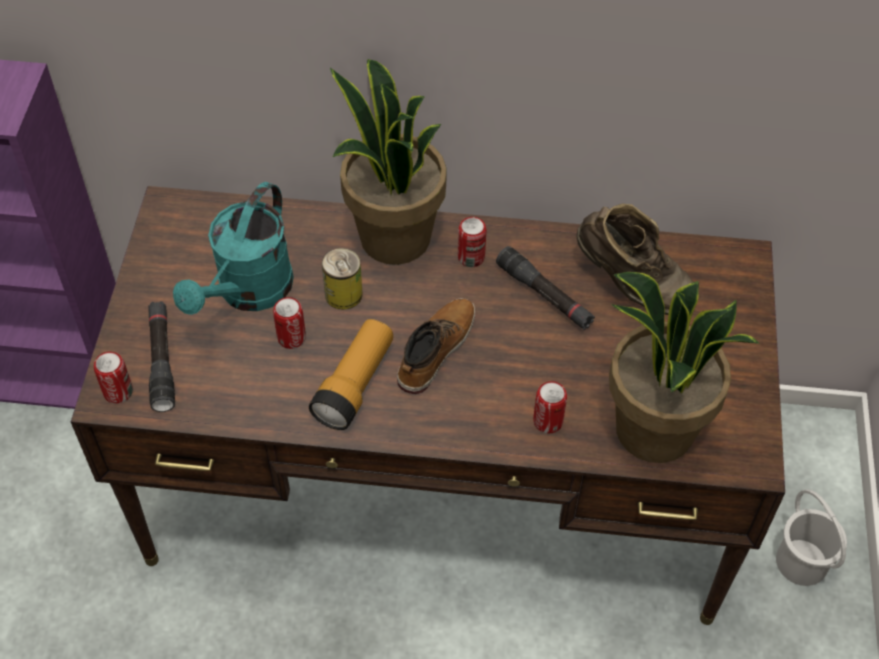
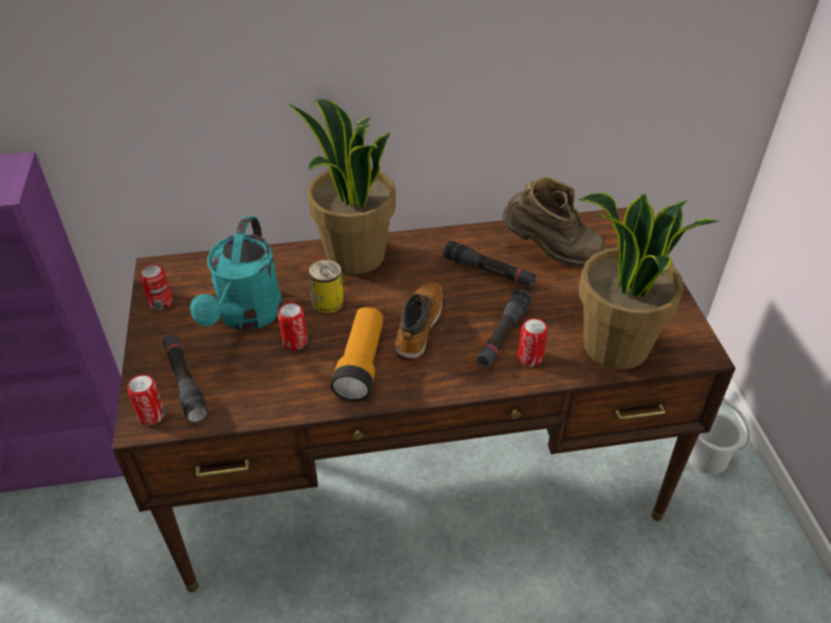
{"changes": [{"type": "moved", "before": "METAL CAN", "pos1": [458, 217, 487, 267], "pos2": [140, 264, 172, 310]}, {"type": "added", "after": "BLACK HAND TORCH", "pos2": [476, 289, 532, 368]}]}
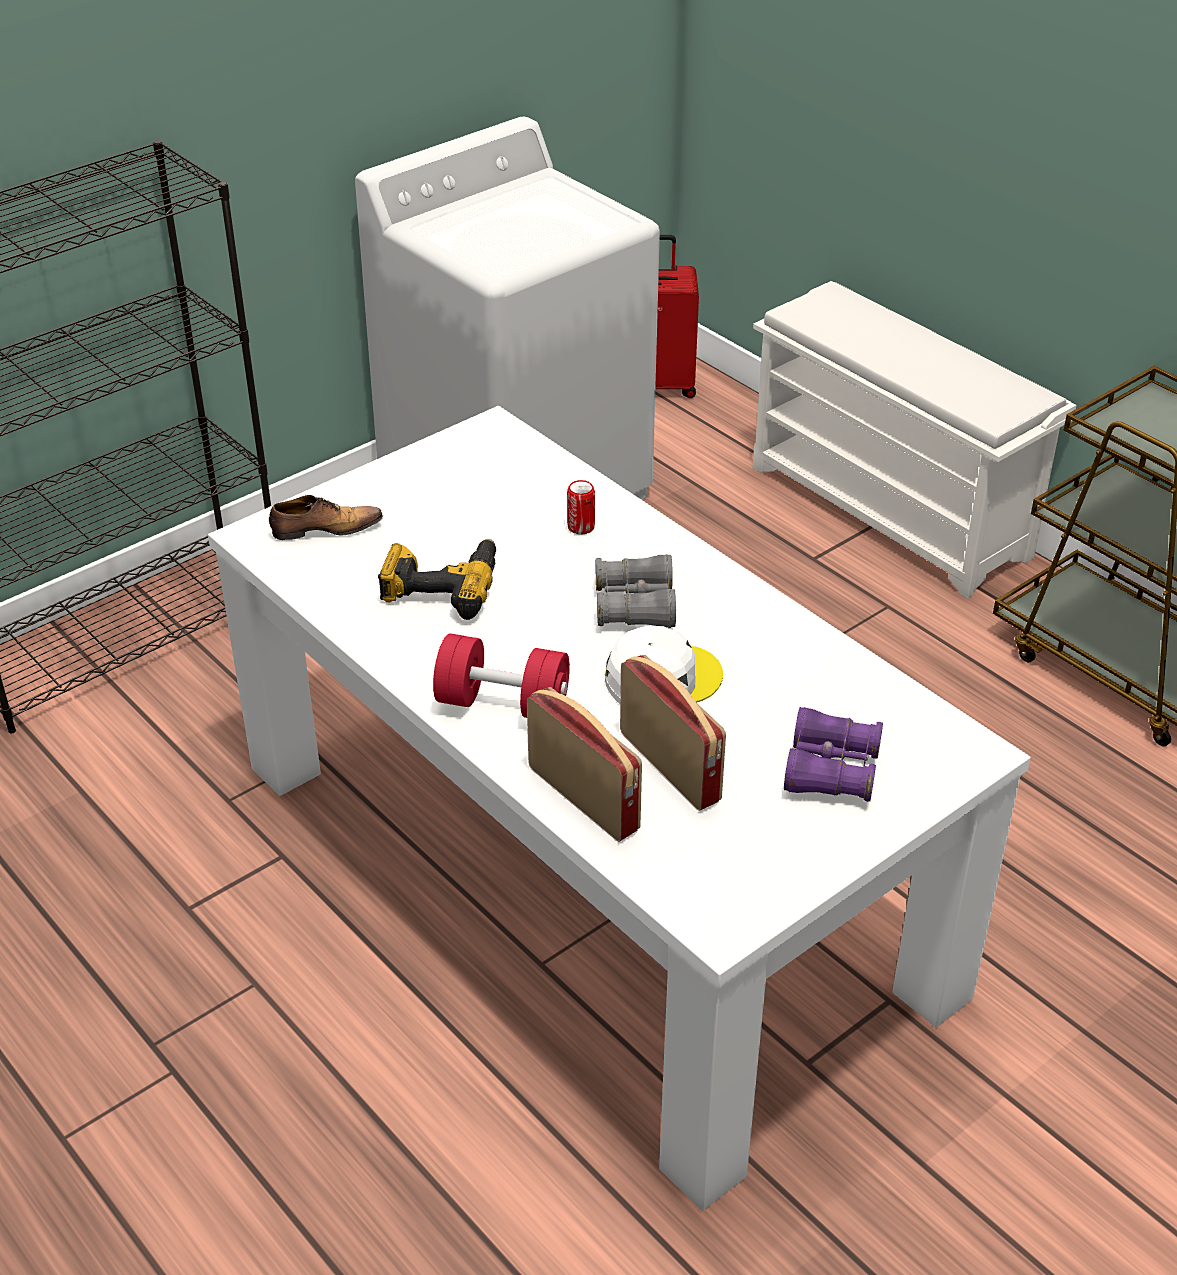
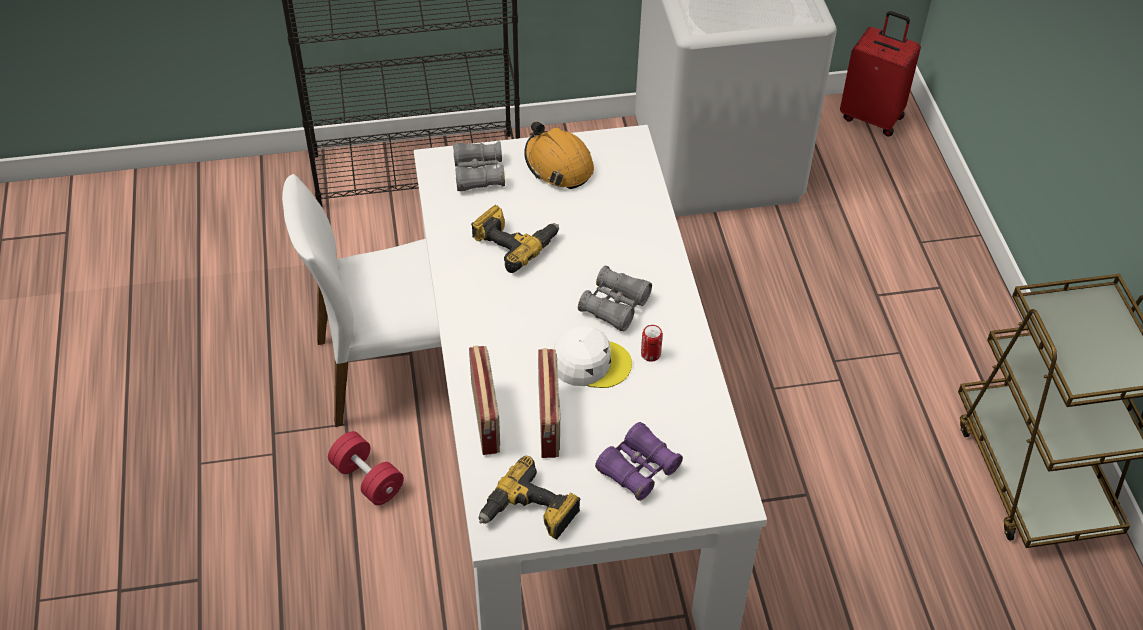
{"changes": [{"type": "removed", "before": "WHITE-COLOURED SHOE STAND", "pos1": [753, 281, 1077, 599]}, {"type": "moved", "before": "METAL CAN", "pos1": [567, 480, 595, 535], "pos2": [641, 325, 663, 362]}, {"type": "replaced", "before": "SHOE", "after": "GREYISH BINOCULARS", "pos1": [269, 495, 383, 540], "pos2": [453, 141, 505, 192]}, {"type": "moved", "before": "REDDISH HAND WEIGHT", "pos1": [433, 633, 570, 718], "pos2": [328, 431, 404, 505]}, {"type": "added", "after": "ORANGEY WORK HELMET", "pos2": [524, 121, 594, 189]}, {"type": "added", "after": "WHITE-COLOURED PLAIN CHAIR", "pos2": [282, 174, 441, 427]}, {"type": "added", "after": "POWER DRILL", "pos2": [479, 456, 580, 540]}]}
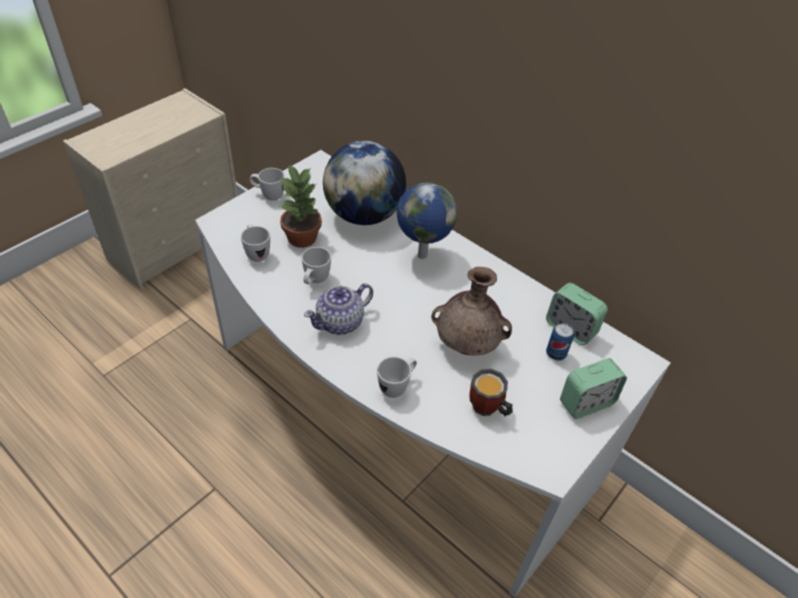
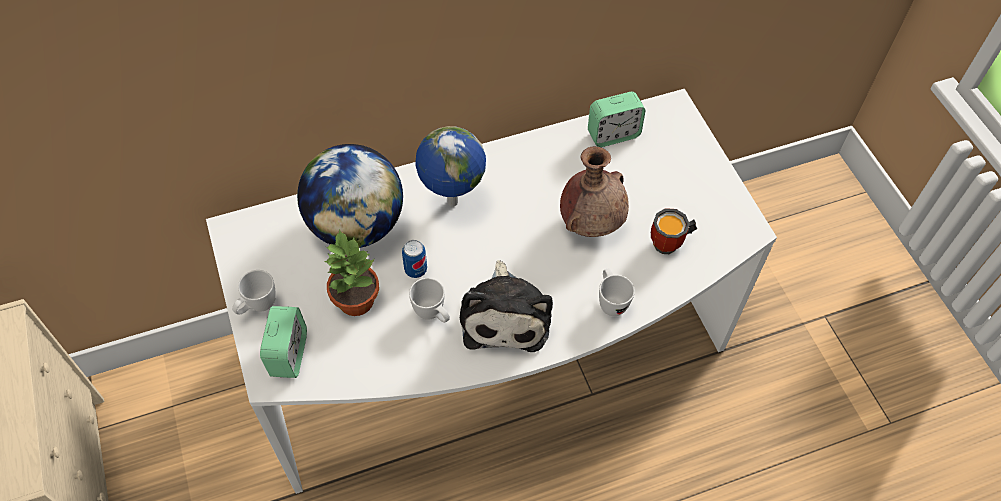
{"changes": [{"type": "removed", "before": "WHITE-COLOURED TEA MUG", "pos1": [241, 224, 270, 262]}, {"type": "replaced", "before": "TEAPOT", "after": "SOFT TOY", "pos1": [304, 283, 373, 335], "pos2": [460, 260, 553, 352]}, {"type": "moved", "before": "METAL CAN", "pos1": [546, 323, 574, 360], "pos2": [402, 240, 427, 278]}, {"type": "moved", "before": "ALARM CLOCK", "pos1": [560, 358, 627, 419], "pos2": [260, 306, 307, 378]}]}
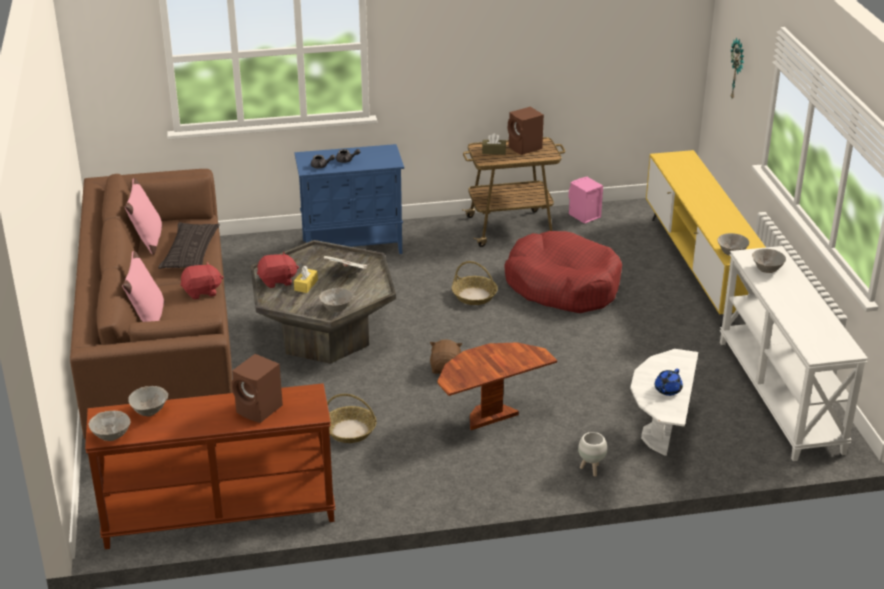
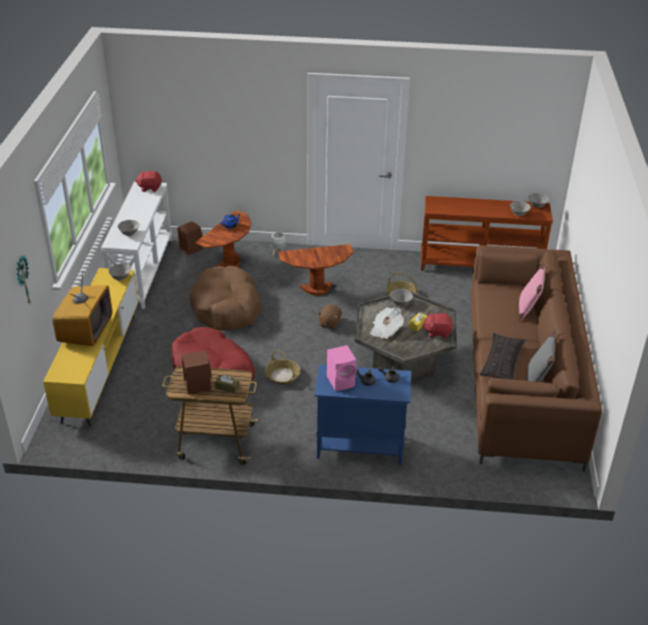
{"changes": [{"type": "moved", "before": "PINK LOUDSPEAKER", "pos1": [568, 177, 603, 224], "pos2": [327, 345, 357, 391]}, {"type": "recoloured", "before": "PINK THROW PILLOW", "after": "GREYISH THROW PILLOW", "pos1": [125, 178, 163, 255], "pos2": [527, 331, 556, 382]}, {"type": "moved", "before": "REDDISH SOFT TOY", "pos1": [181, 262, 223, 299], "pos2": [135, 171, 162, 192]}, {"type": "recoloured", "before": "WHITE-COLOURED SIDE TABLE", "after": "BROWN-COLOURED SIDE TABLE", "pos1": [630, 349, 698, 456], "pos2": [195, 210, 251, 267]}, {"type": "moved", "before": "BROWN-COLOURED LOUDSPEAKER", "pos1": [232, 354, 283, 423], "pos2": [177, 221, 203, 255]}, {"type": "added", "after": "BROWN-COLOURED DOG BED", "pos2": [190, 266, 261, 331]}, {"type": "added", "after": "TV SET", "pos2": [52, 271, 113, 346]}]}
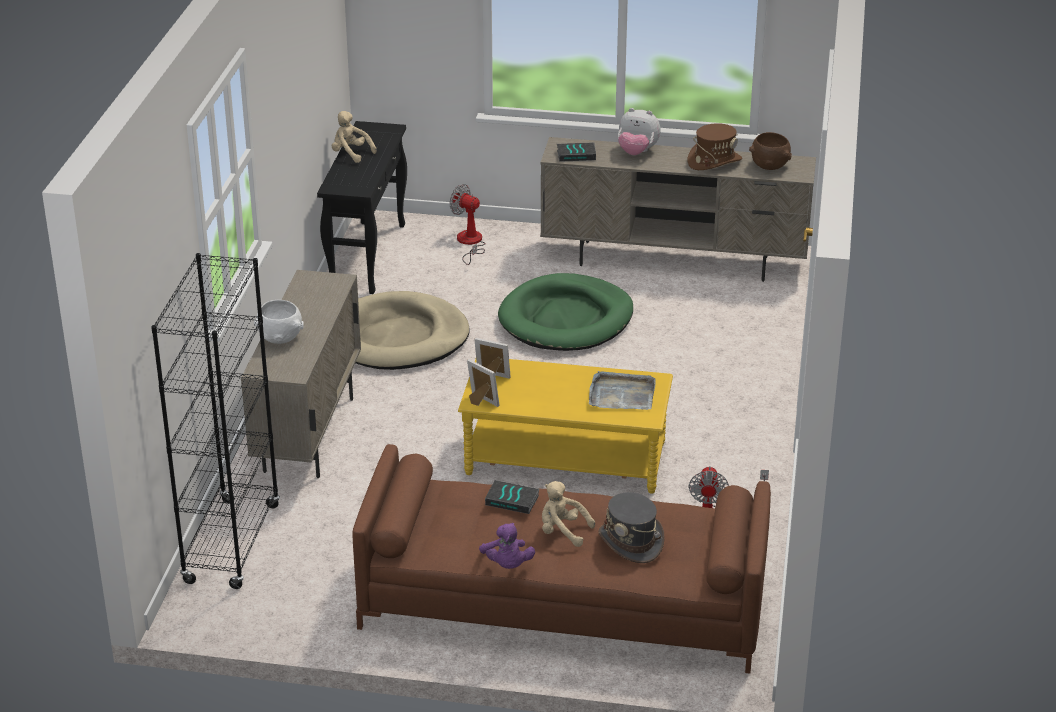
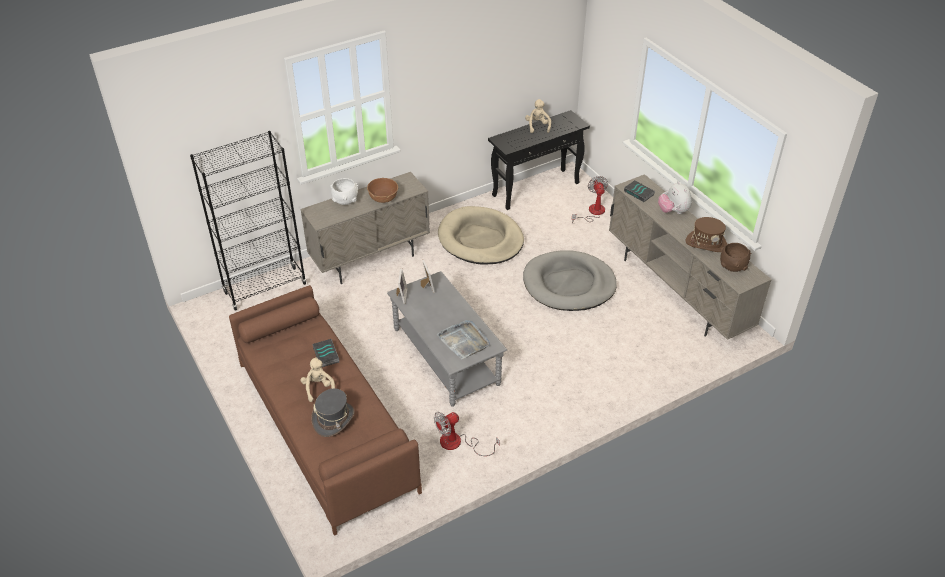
{"changes": [{"type": "recoloured", "before": "GREEN-COLOURED DOG BED", "after": "GREYISH DOG BED", "pos1": [498, 273, 633, 351], "pos2": [523, 250, 617, 311]}, {"type": "recoloured", "before": "YELLOW-COLOURED LOW TABLE", "after": "GREYISH LOW TABLE", "pos1": [458, 359, 673, 494], "pos2": [387, 271, 507, 407]}, {"type": "removed", "before": "PURPLE SOFT TOY", "pos1": [479, 523, 535, 569]}, {"type": "added", "after": "BROWN-COLOURED SERVING BOWL", "pos2": [367, 178, 398, 203]}]}
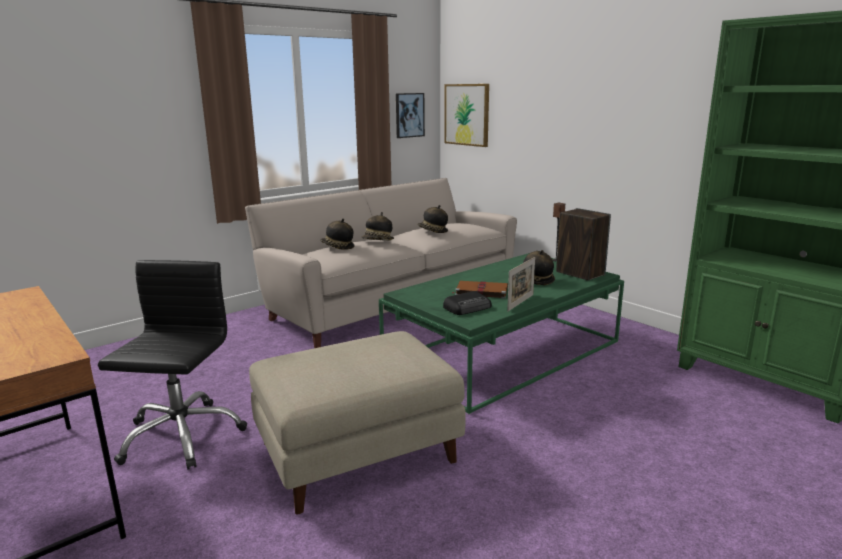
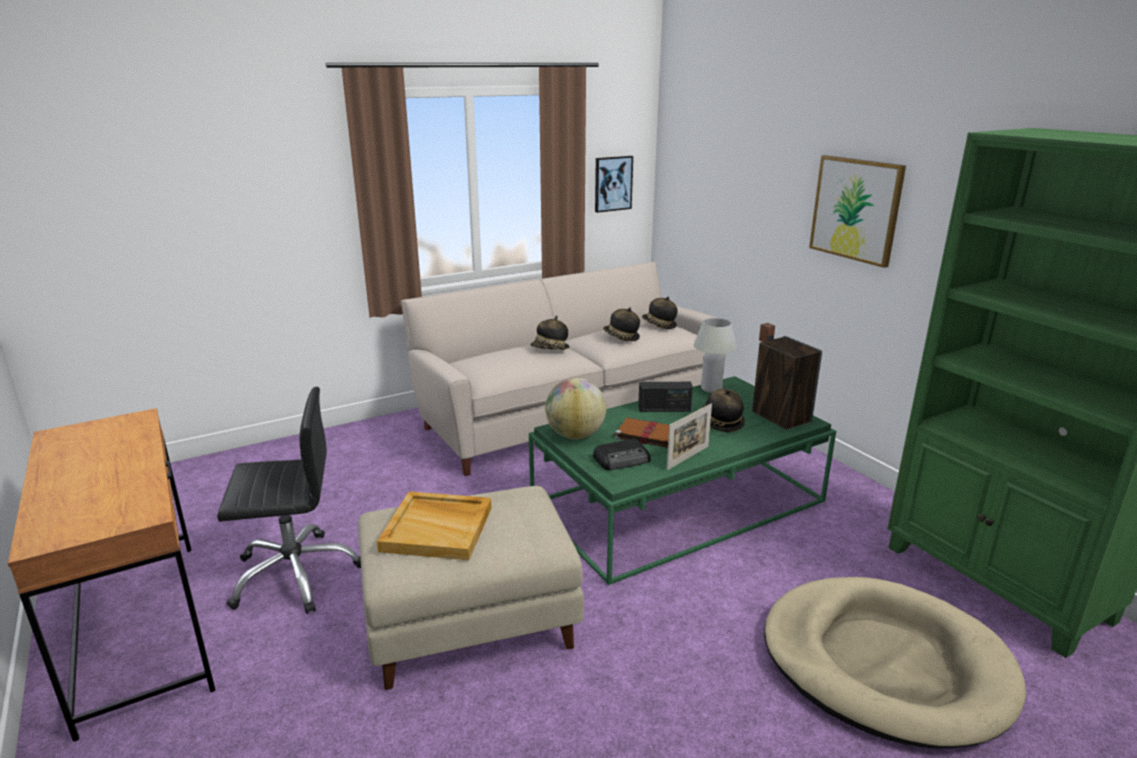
{"changes": [{"type": "moved", "before": "PICTURE", "pos1": [444, 84, 489, 147], "pos2": [809, 155, 906, 268]}, {"type": "moved", "before": "CLOTHING HAT", "pos1": [320, 219, 354, 250], "pos2": [642, 296, 678, 329]}, {"type": "turned", "before": "BLACK COMPUTER CHAIR", "pos1": [98, 260, 247, 470], "pos2": [217, 387, 361, 614], "turn": 60}, {"type": "added", "after": "WHITE-COLOURED TABLE LAMP", "pos2": [694, 318, 737, 393]}, {"type": "added", "after": "DESK GLOBE", "pos2": [545, 378, 606, 439]}, {"type": "added", "after": "RADIO RECEIVER", "pos2": [638, 382, 693, 412]}, {"type": "added", "after": "SAND-COLOURED SERVING TRAY", "pos2": [377, 491, 492, 560]}, {"type": "added", "after": "SAND-COLOURED DOG BED", "pos2": [764, 577, 1026, 748]}]}
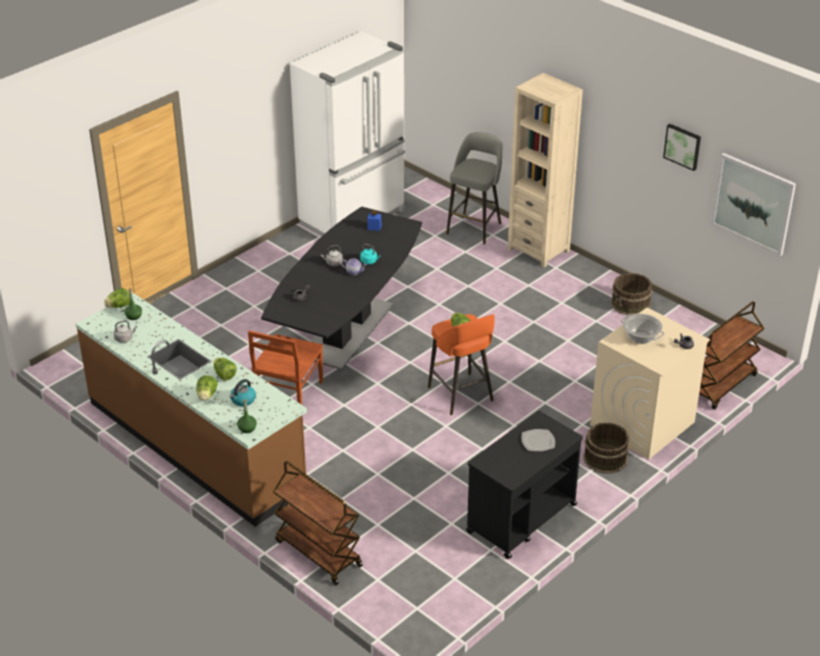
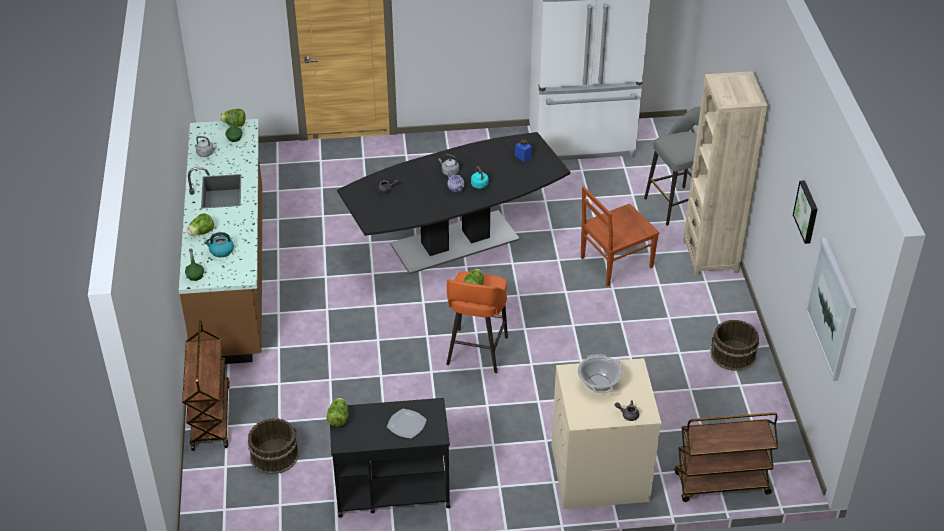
{"changes": [{"type": "moved", "before": "BROWN-COLOURED PLAIN CHAIR", "pos1": [248, 331, 323, 405], "pos2": [581, 186, 659, 286]}, {"type": "moved", "before": "LETTUCE", "pos1": [213, 358, 237, 381], "pos2": [327, 398, 349, 426]}, {"type": "moved", "before": "BROWN-COLOURED PAIL", "pos1": [583, 423, 630, 474], "pos2": [248, 418, 299, 475]}]}
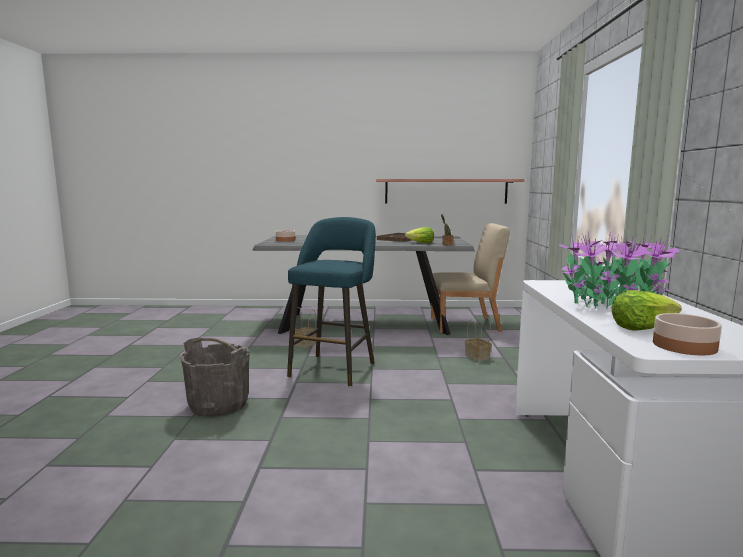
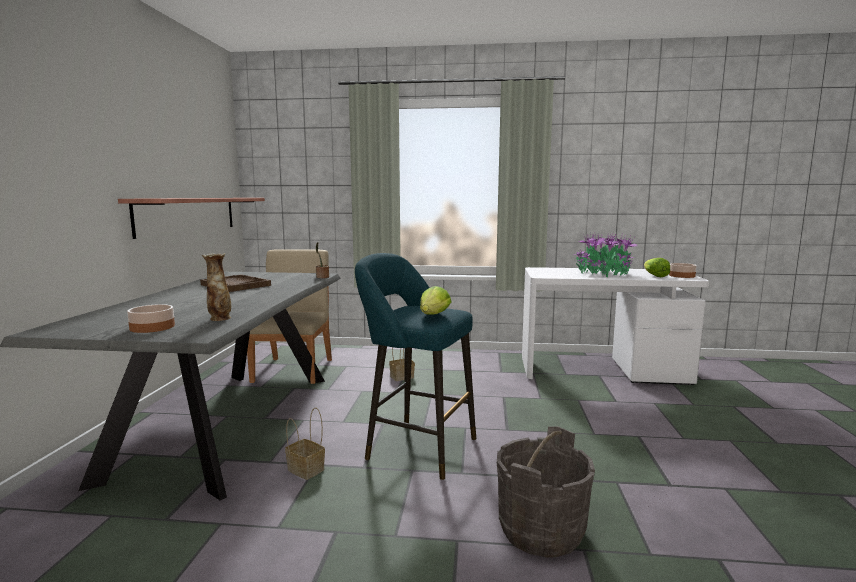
{"changes": [{"type": "moved", "before": "LETTUCE", "pos1": [405, 227, 434, 243], "pos2": [420, 286, 452, 315]}, {"type": "added", "after": "VASE", "pos2": [202, 253, 231, 321]}]}
